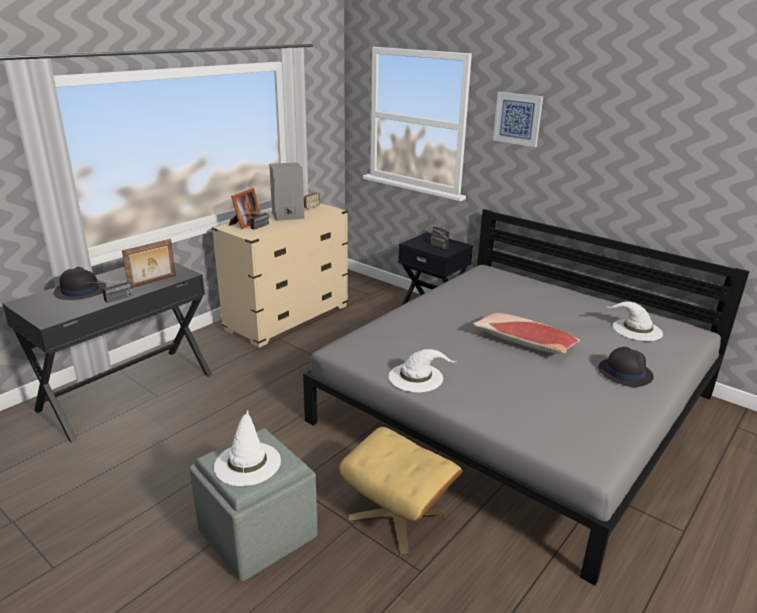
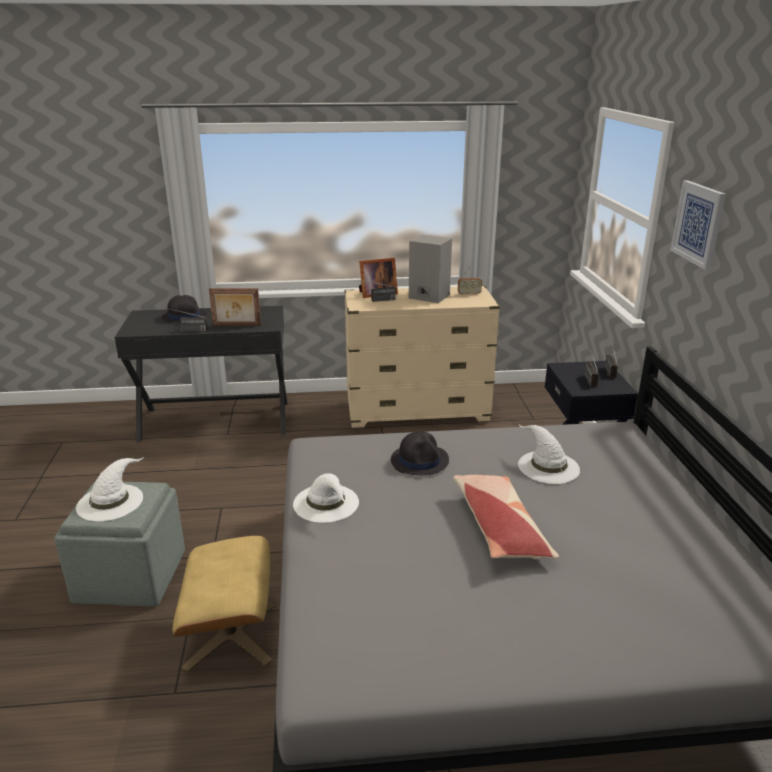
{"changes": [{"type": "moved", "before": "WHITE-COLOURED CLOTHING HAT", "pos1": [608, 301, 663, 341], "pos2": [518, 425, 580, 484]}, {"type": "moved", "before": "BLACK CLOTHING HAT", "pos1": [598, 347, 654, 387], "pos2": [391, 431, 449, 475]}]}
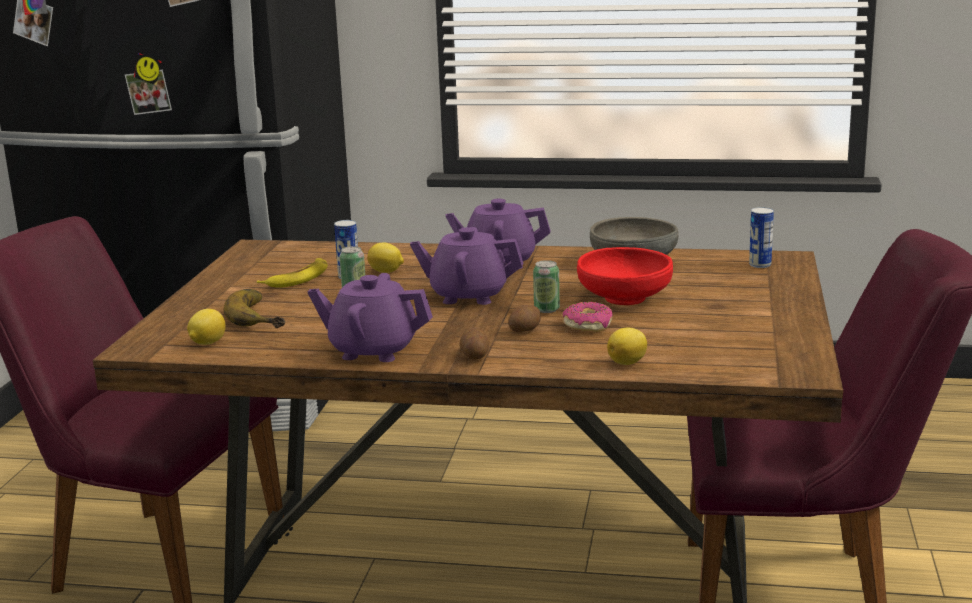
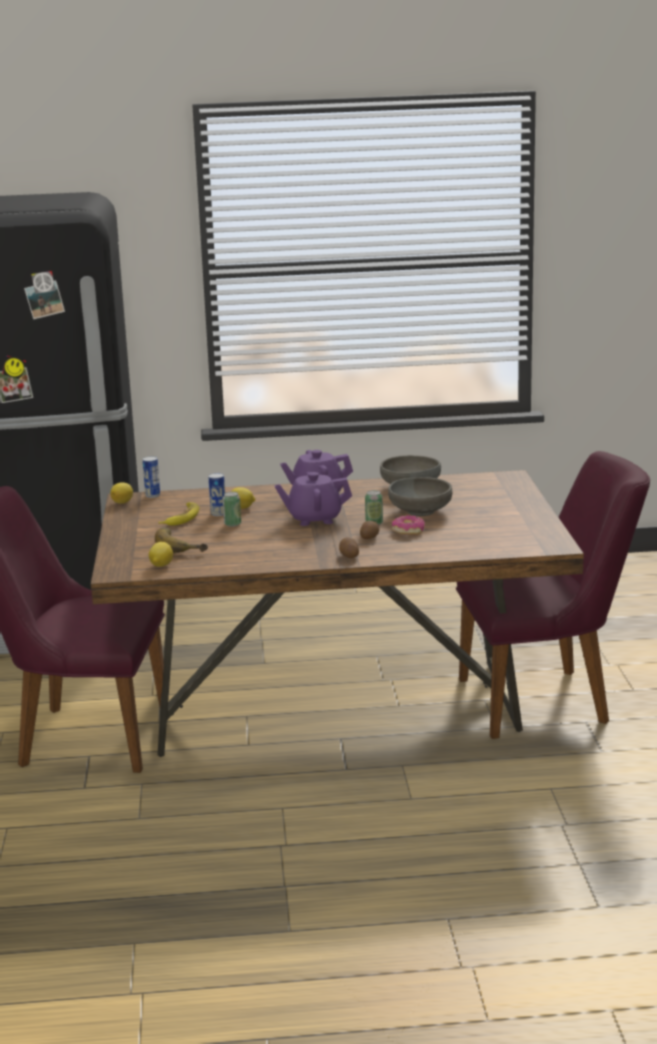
{"changes": [{"type": "moved", "before": "METAL CAN", "pos1": [749, 207, 774, 268], "pos2": [142, 456, 160, 498]}, {"type": "recoloured", "before": "REDDISH SERVING BOWL", "after": "GREYISH SERVING BOWL", "pos1": [577, 247, 673, 305], "pos2": [388, 477, 452, 516]}, {"type": "removed", "before": "PURPLE TEAPOT", "pos1": [308, 273, 433, 362]}, {"type": "moved", "before": "WHOLE LEMON", "pos1": [607, 328, 647, 365], "pos2": [110, 482, 133, 504]}]}
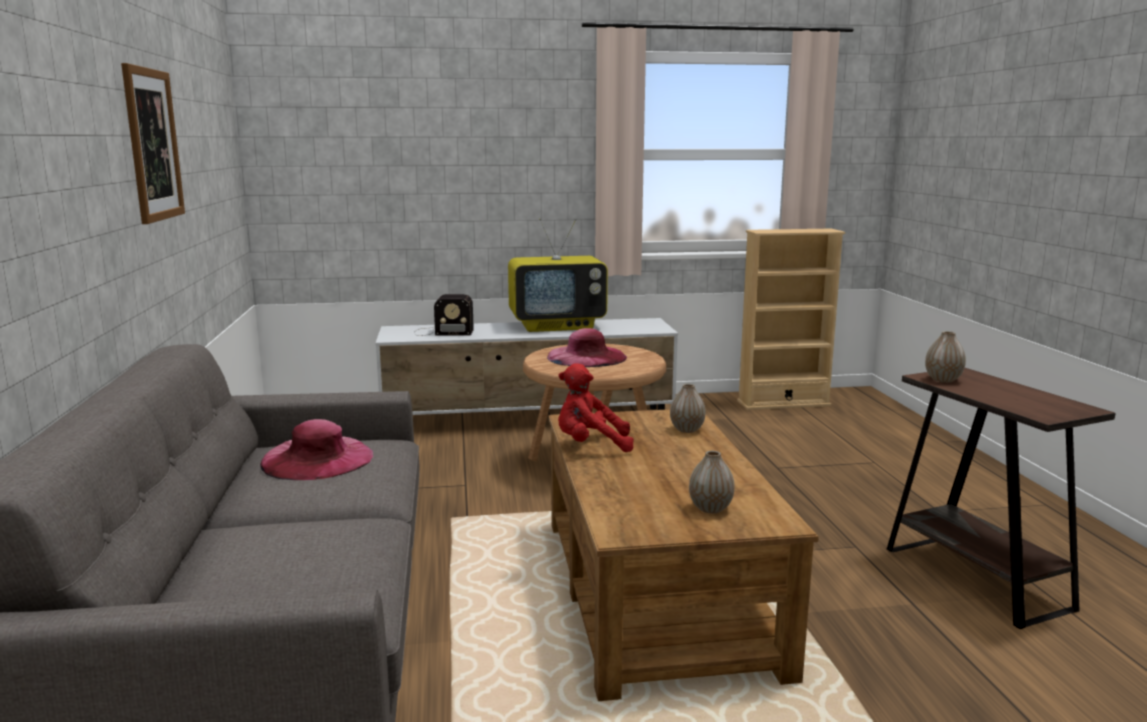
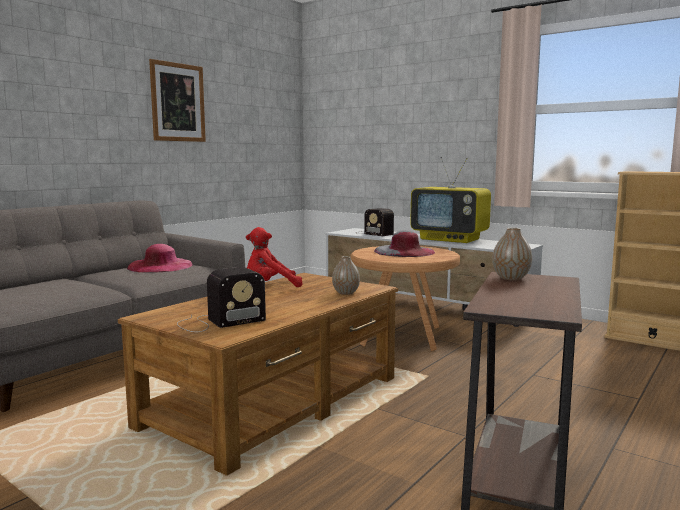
{"changes": [{"type": "recoloured", "before": "PINK CLOTHING HAT", "after": "GREYISH CLOTHING HAT", "pos1": [547, 328, 627, 367], "pos2": [374, 230, 435, 257]}, {"type": "turned", "before": "REDDISH SOFT TOY", "pos1": [558, 363, 634, 452], "pos2": [246, 227, 302, 287], "turn": -60}, {"type": "replaced", "before": "VASE", "after": "RADIO RECEIVER", "pos1": [689, 451, 735, 513], "pos2": [177, 267, 266, 332]}]}
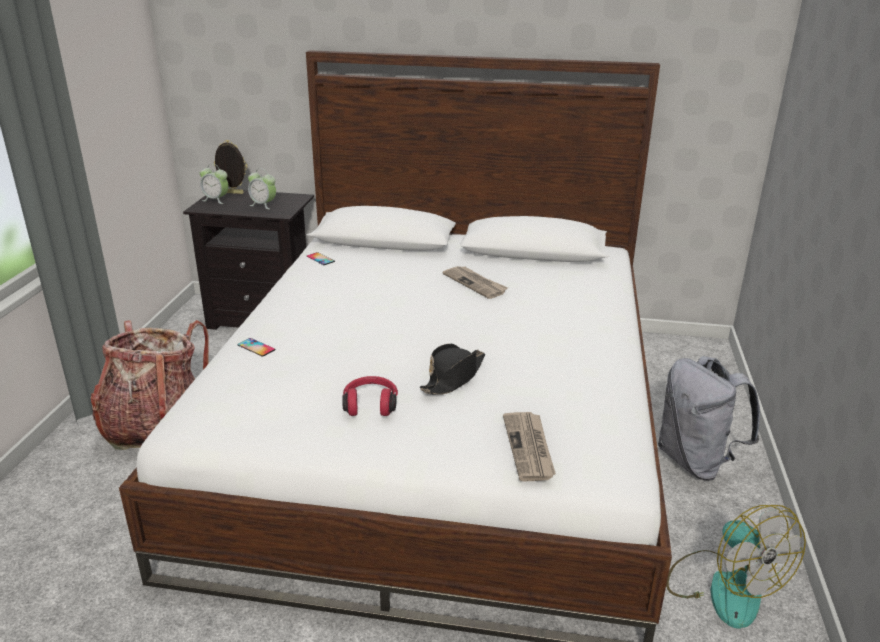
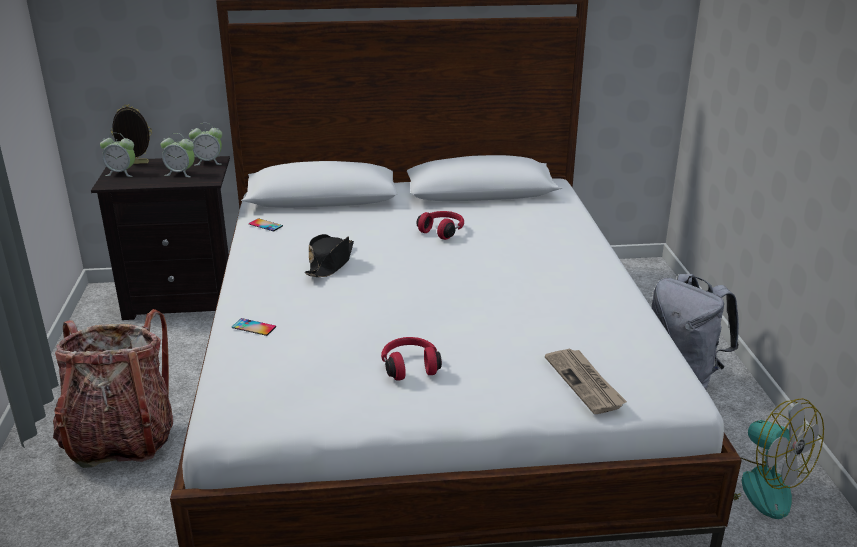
{"changes": [{"type": "replaced", "before": "DAILY PAPER", "after": "REDDISH HEADSET", "pos1": [442, 266, 508, 299], "pos2": [416, 211, 464, 240]}, {"type": "moved", "before": "BLACK CLOTHING HAT", "pos1": [420, 344, 485, 395], "pos2": [305, 234, 354, 277]}, {"type": "added", "after": "ALARM CLOCK", "pos2": [189, 123, 222, 166]}]}
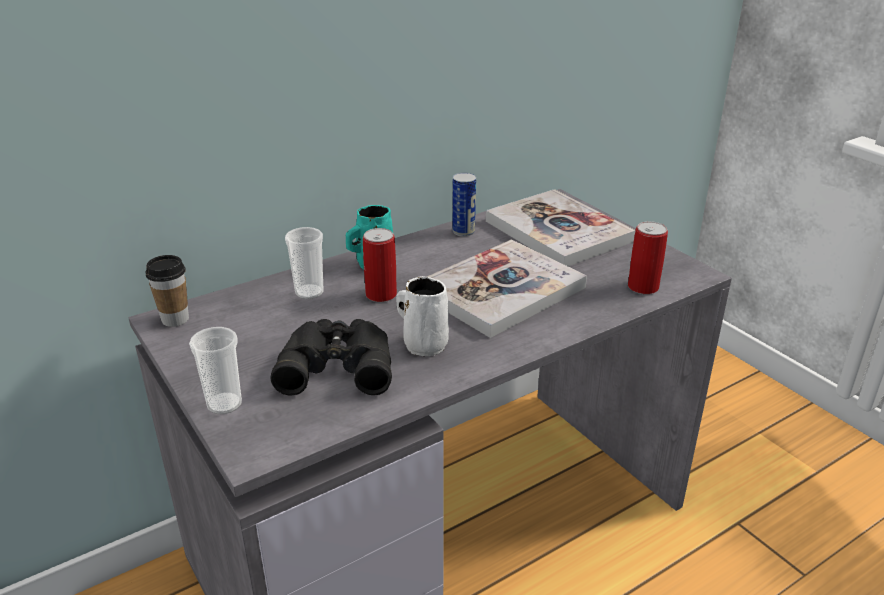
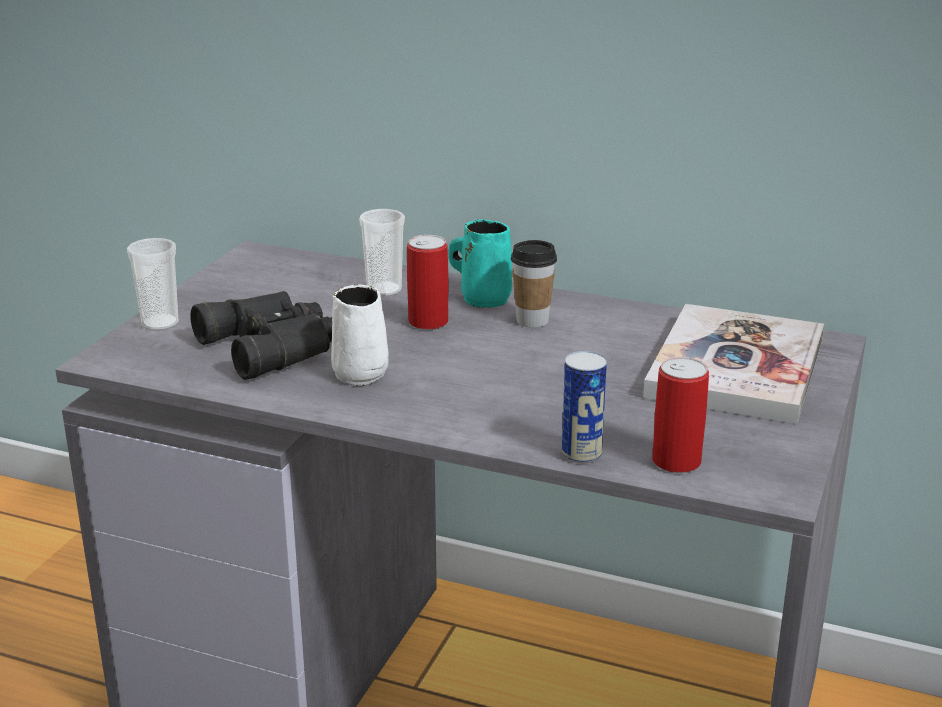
{"changes": [{"type": "moved", "before": "METAL CAN", "pos1": [452, 172, 476, 237], "pos2": [562, 351, 607, 463]}, {"type": "removed", "before": "BOUND BOOK", "pos1": [427, 239, 587, 338]}, {"type": "moved", "before": "CUP", "pos1": [146, 255, 189, 327], "pos2": [511, 240, 557, 328]}]}
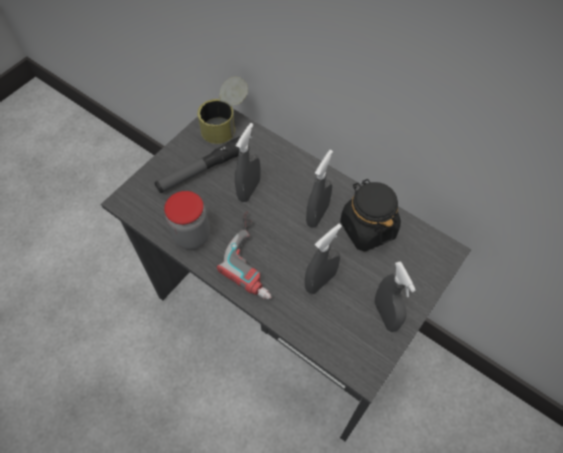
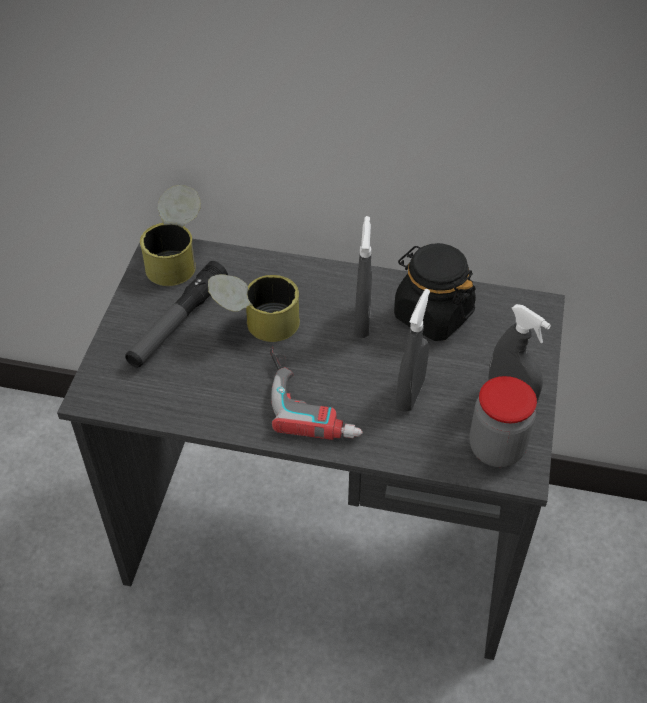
{"changes": [{"type": "replaced", "before": "GREYISH SPRAYER", "after": "METAL CAN", "pos1": [235, 123, 260, 202], "pos2": [208, 274, 300, 342]}, {"type": "moved", "before": "PRESERVE JAR", "pos1": [164, 191, 210, 250], "pos2": [470, 376, 537, 467]}]}
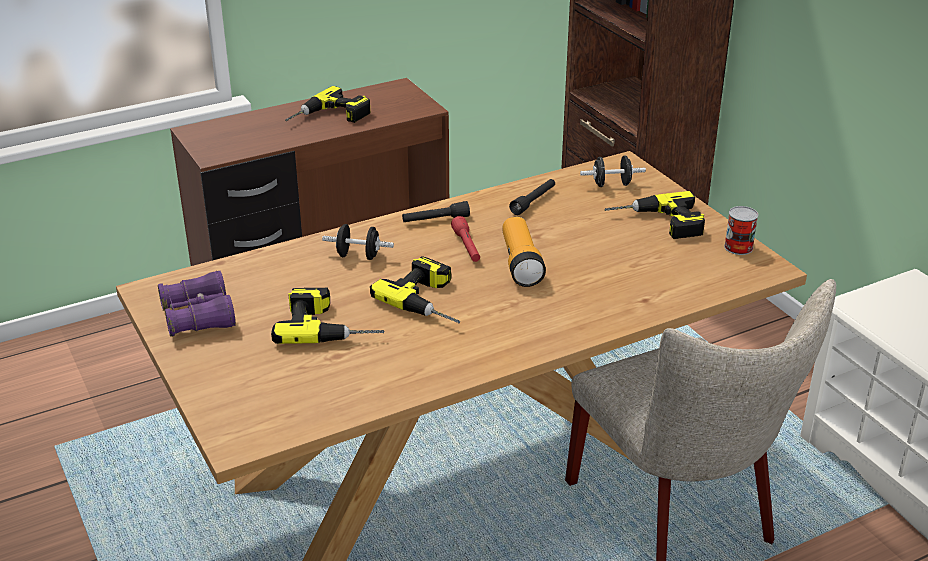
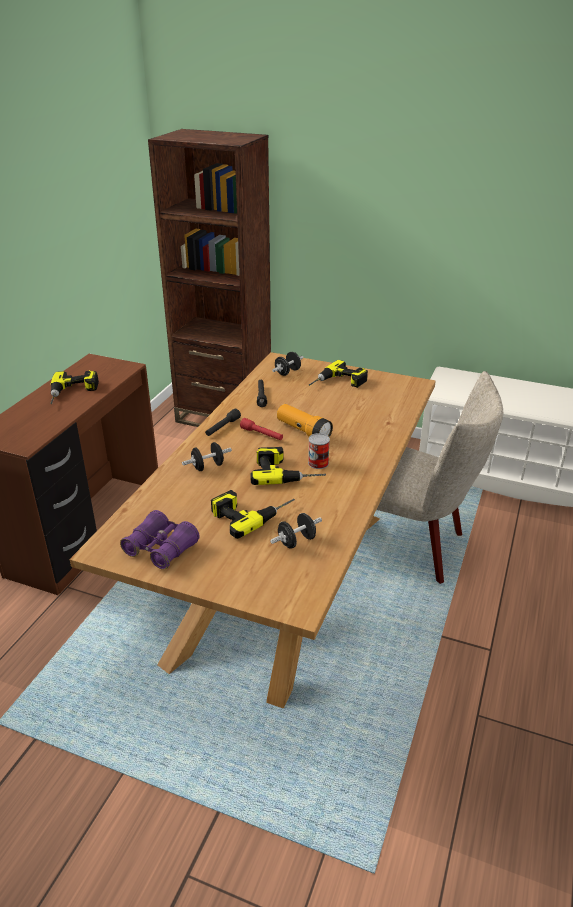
{"changes": [{"type": "moved", "before": "METAL CAN", "pos1": [724, 206, 758, 255], "pos2": [308, 433, 330, 469]}, {"type": "added", "after": "BLACK HAND WEIGHT", "pos2": [270, 513, 322, 549]}]}
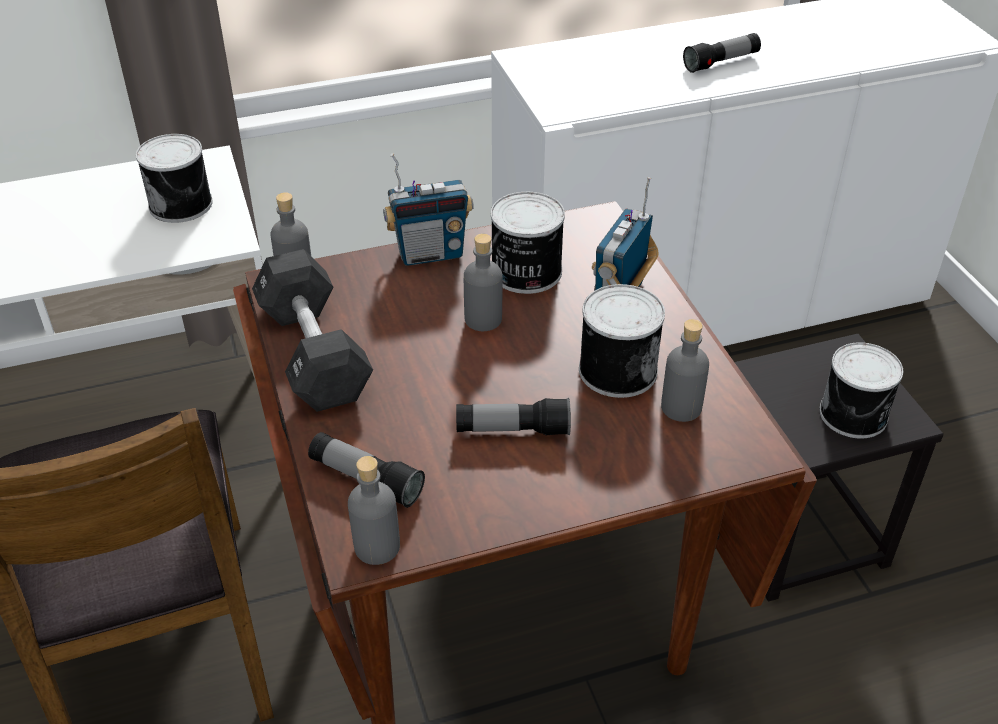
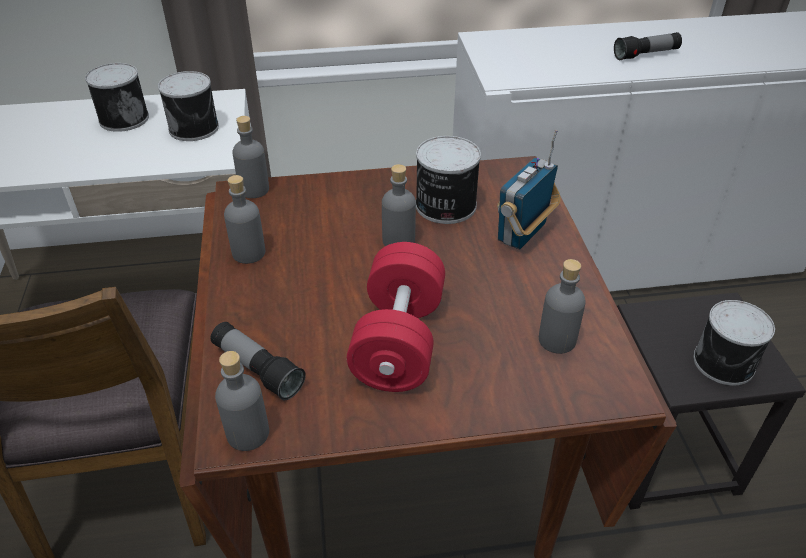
{"changes": [{"type": "removed", "before": "RADIO RECEIVER", "pos1": [383, 153, 474, 266]}, {"type": "replaced", "before": "BLACK HAND WEIGHT", "after": "GREYISH DRINK BOTTLE", "pos1": [252, 249, 373, 412], "pos2": [224, 175, 265, 264]}, {"type": "moved", "before": "METAL CAN", "pos1": [579, 284, 665, 398], "pos2": [85, 63, 149, 132]}, {"type": "replaced", "before": "HAND TORCH", "after": "REDDISH HAND WEIGHT", "pos1": [456, 398, 571, 436], "pos2": [347, 242, 445, 392]}]}
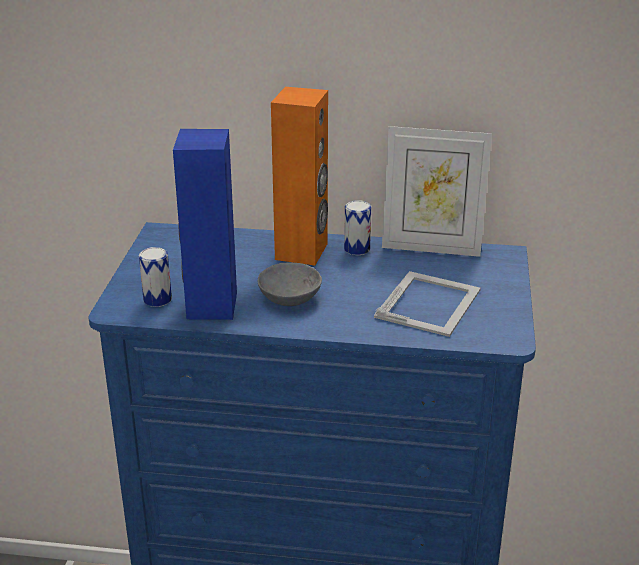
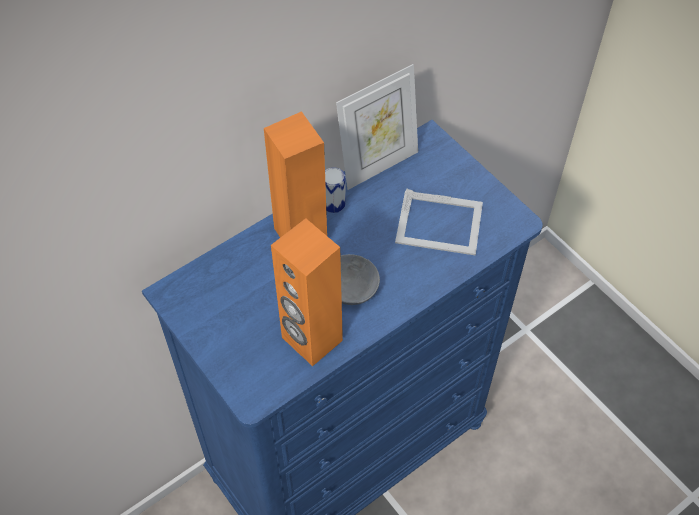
{"changes": [{"type": "recoloured", "before": "BLUISH LOUDSPEAKER", "after": "ORANGEY LOUDSPEAKER", "pos1": [173, 129, 237, 320], "pos2": [271, 218, 343, 366]}, {"type": "removed", "before": "METAL CAN", "pos1": [139, 247, 172, 307]}, {"type": "turned", "before": "STANDING FRAME", "pos1": [374, 271, 481, 337], "pos2": [395, 188, 483, 256], "turn": 120}]}
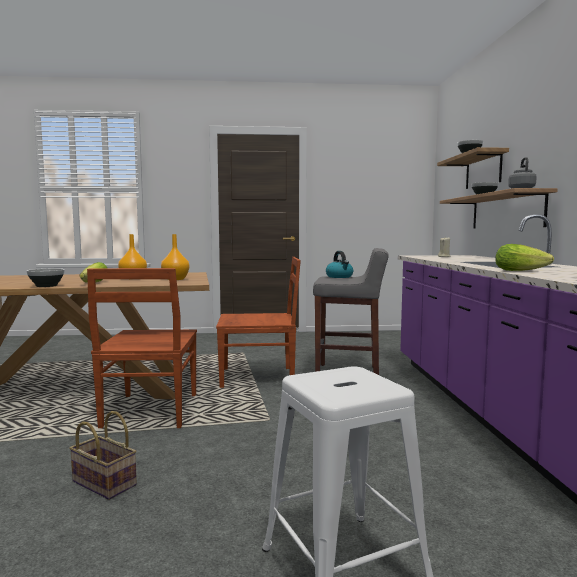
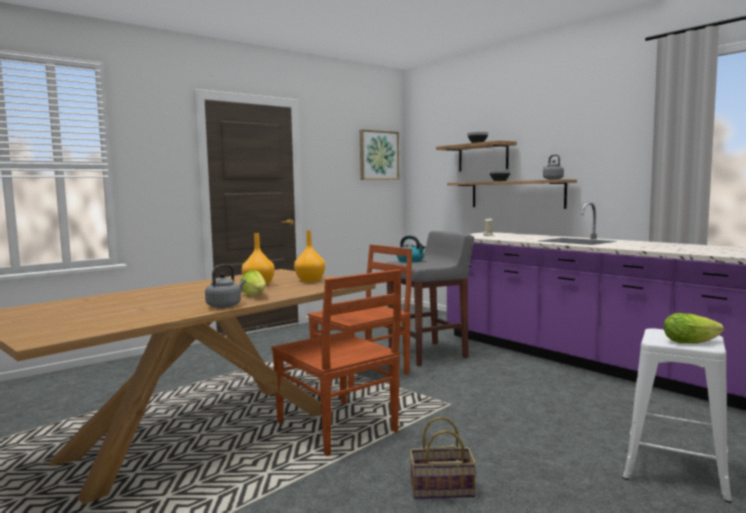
{"changes": [{"type": "moved", "before": "LETTUCE", "pos1": [495, 244, 554, 271], "pos2": [664, 313, 724, 344]}, {"type": "replaced", "before": "SERVING BOWL", "after": "GREYISH KETTLE", "pos1": [27, 269, 64, 287], "pos2": [205, 264, 246, 308]}, {"type": "added", "after": "PICTURE", "pos2": [360, 129, 399, 180]}]}
